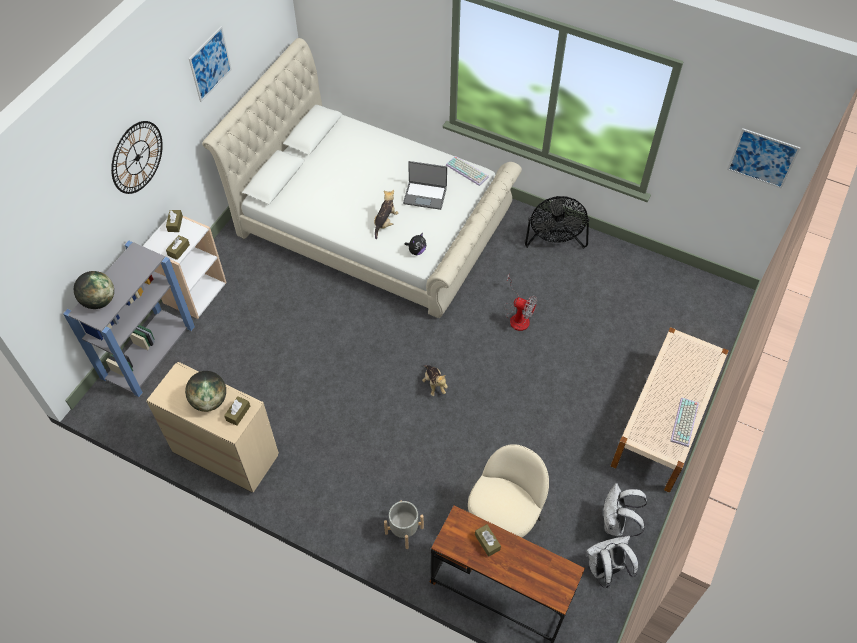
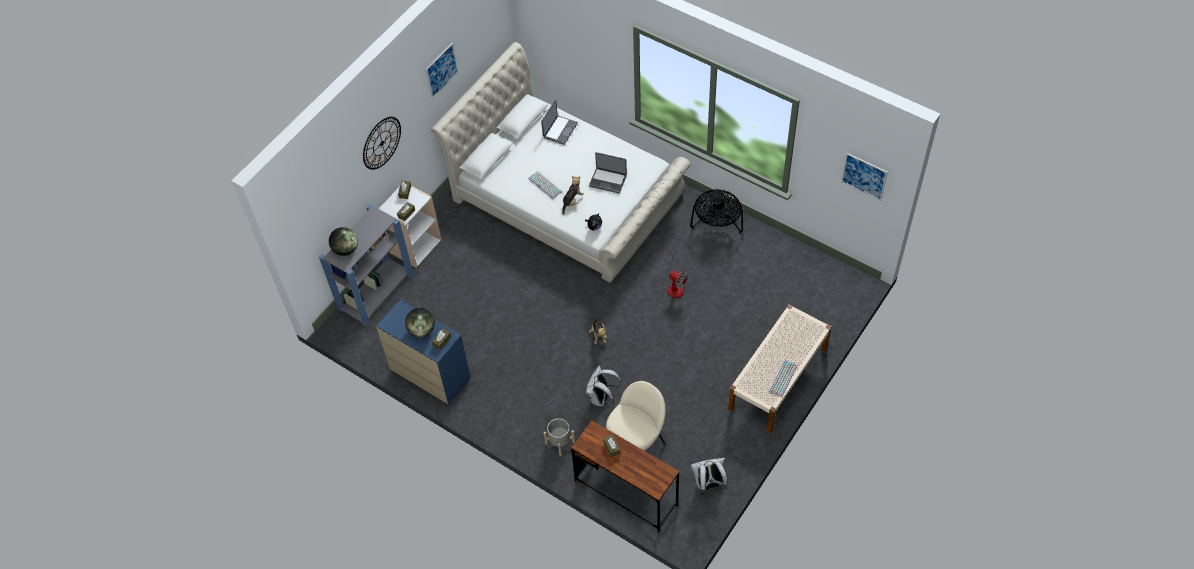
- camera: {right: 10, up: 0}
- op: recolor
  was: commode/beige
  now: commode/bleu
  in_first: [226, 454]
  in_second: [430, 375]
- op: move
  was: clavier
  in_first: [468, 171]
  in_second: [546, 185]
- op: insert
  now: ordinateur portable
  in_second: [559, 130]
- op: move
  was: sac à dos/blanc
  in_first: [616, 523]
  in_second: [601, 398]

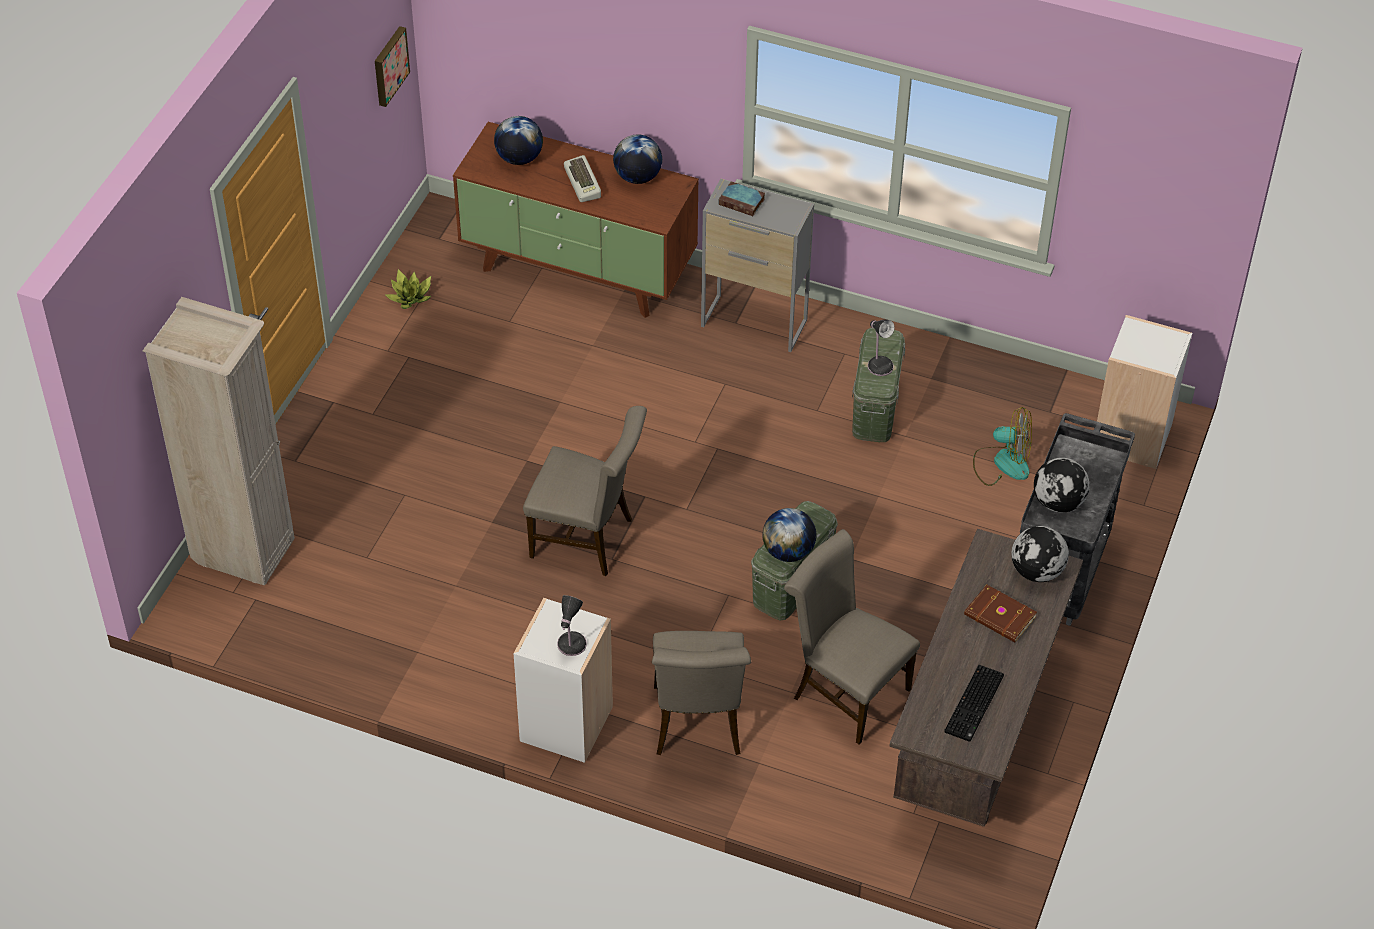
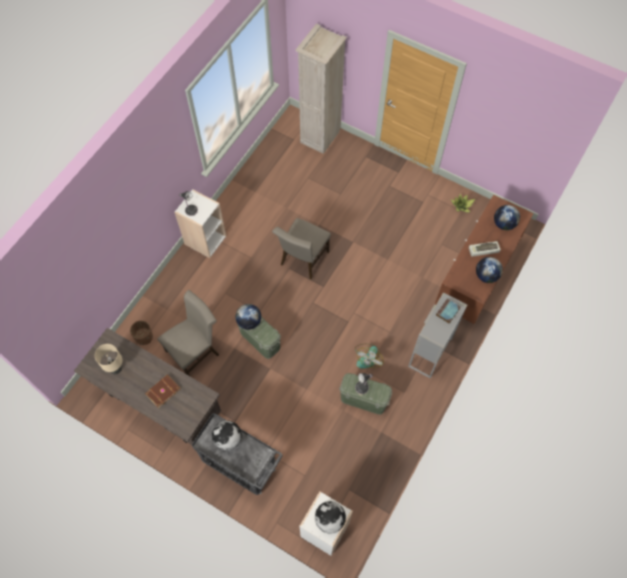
- camera: {right: 100, up: 15}
- op: replace
  was: clavier
  now: lampe de table/beige
  in_first: [975, 705]
  in_second: [115, 368]
- op: insert
  now: cache-pot/marron
  in_second: [144, 337]
- op: move
  was: globe
  in_first: [1036, 572]
  in_second: [329, 519]
- op: move
  was: ventilateur
  in_first: [1002, 463]
  in_second: [368, 357]
- op: delete
  was: tableau
  in_first: [389, 65]
- op: delete
  was: chaise/beige
  in_first: [698, 725]

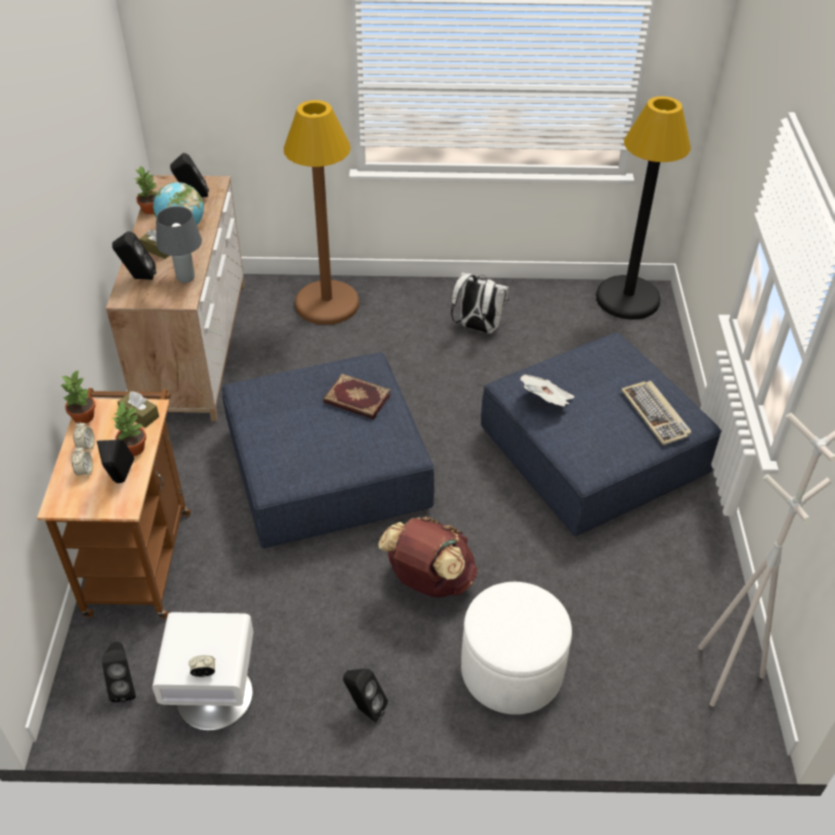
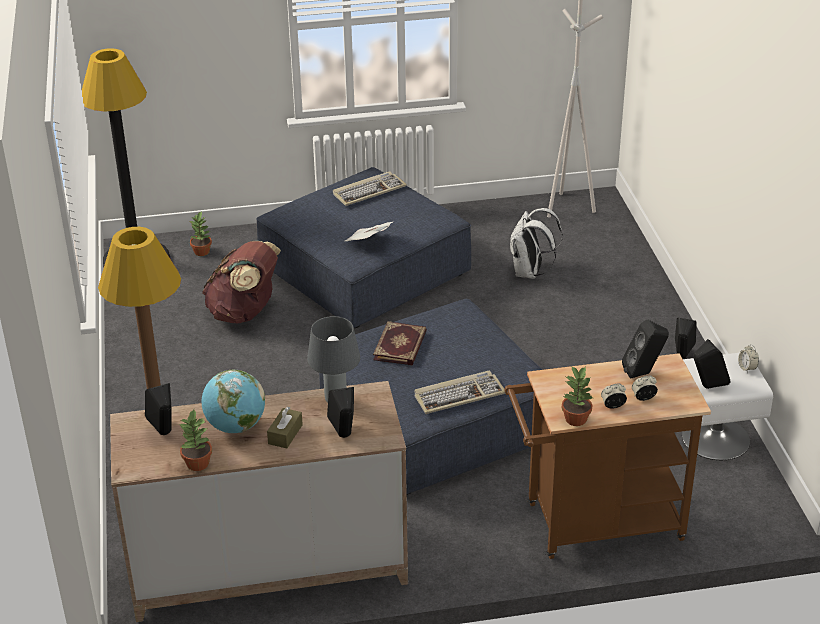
- camera: {right: -100, up: -10}
- op: move
  was: plante en pot
  in_first: [133, 449]
  in_second: [202, 252]
- op: move
  was: sac à dos/marron
  in_first: [429, 581]
  in_second: [244, 313]
- op: insert
  now: clavier
  in_second: [459, 395]
- op: move
  was: sac à dos/blanc
  in_first: [477, 327]
  in_second: [530, 272]
- op: move
  was: enceinte/noir
  in_first: [125, 686]
  in_second: [707, 387]
- op: delete
  was: boîte à mouchoirs/marron
  in_first: [139, 414]
- op: delete
  was: pouf/blanc
  in_first: [511, 670]

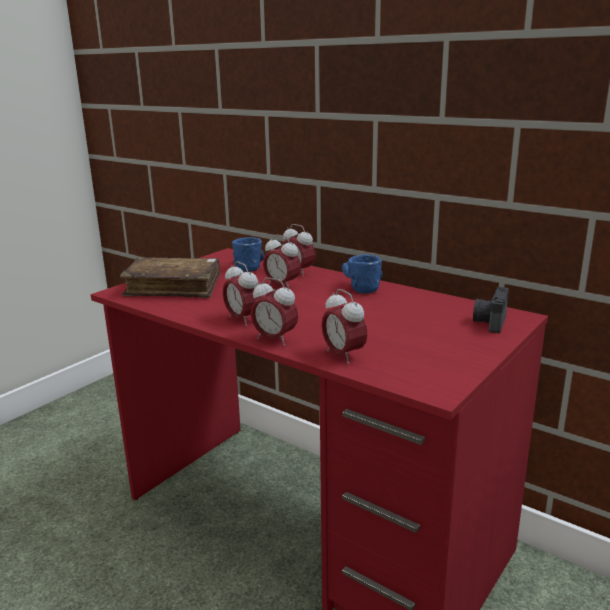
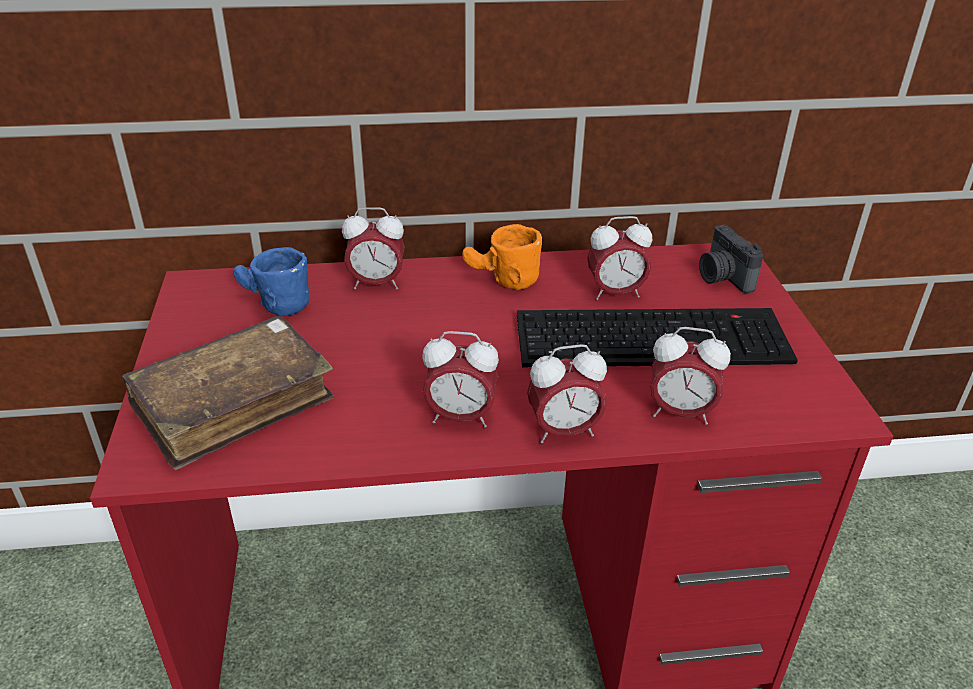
- camera: {right: -45, up: 15}
- op: recolor
  was: mug/bleu
  now: mug/orange
  in_first: [357, 287]
  in_second: [500, 280]
- op: insert
  now: clavier
  in_second: [654, 337]
- op: move
  was: réveil
  in_first: [282, 286]
  in_second: [615, 293]

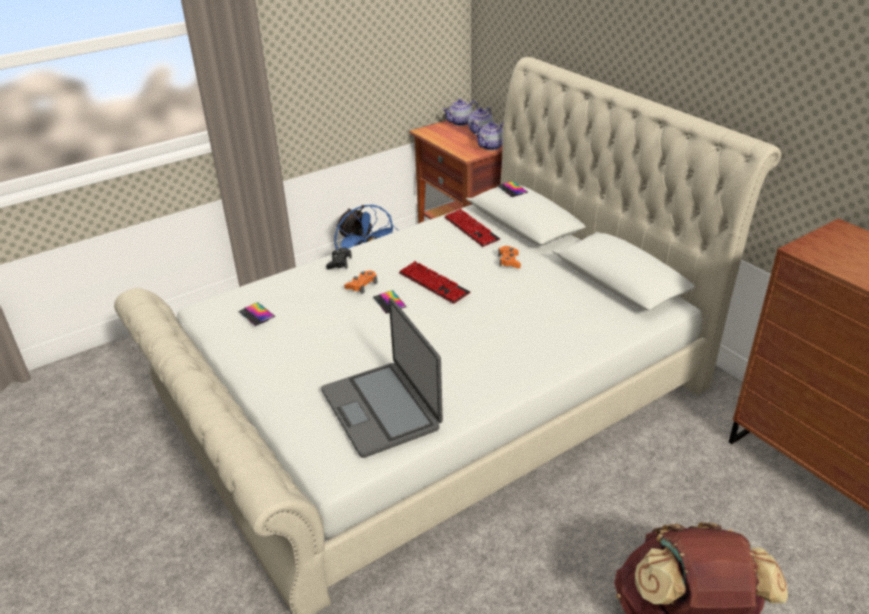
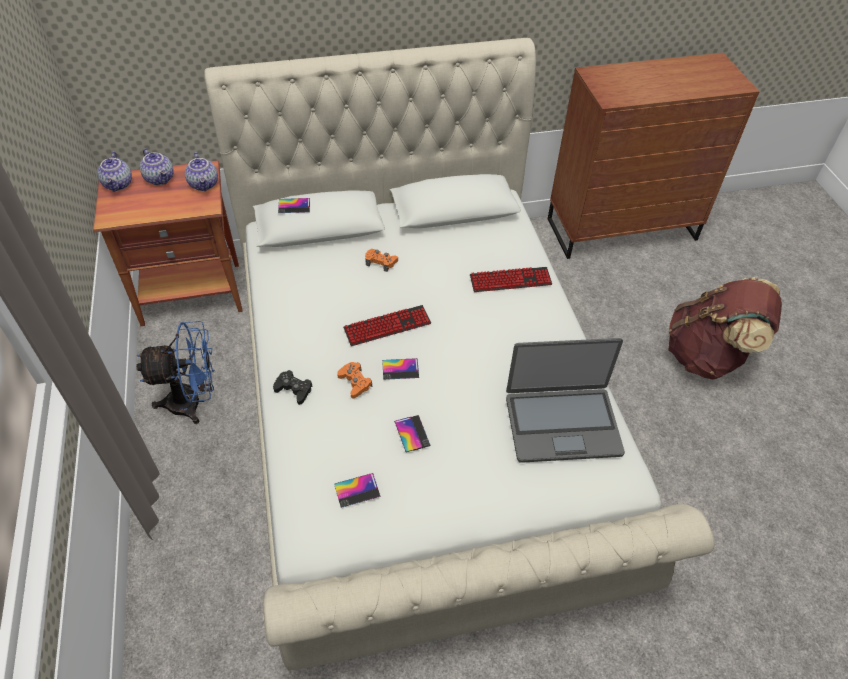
- camera: {right: -70, up: 15}
- op: insert
  now: téléphone
  in_second: [412, 433]
- op: move
  was: clavier
  in_first: [471, 229]
  in_second: [510, 280]

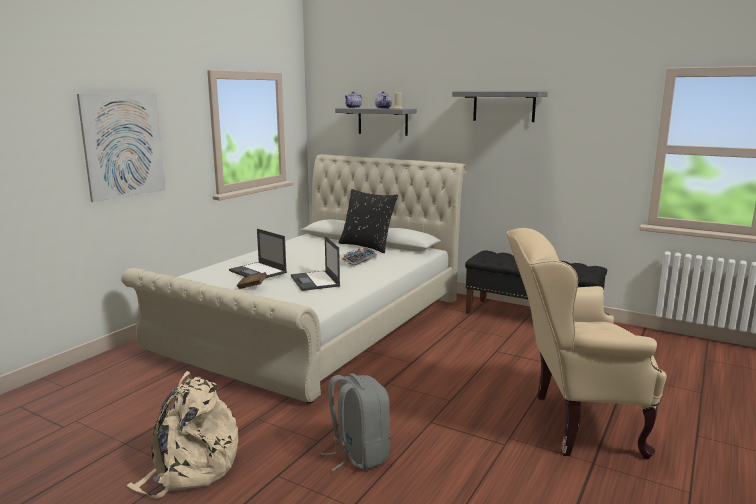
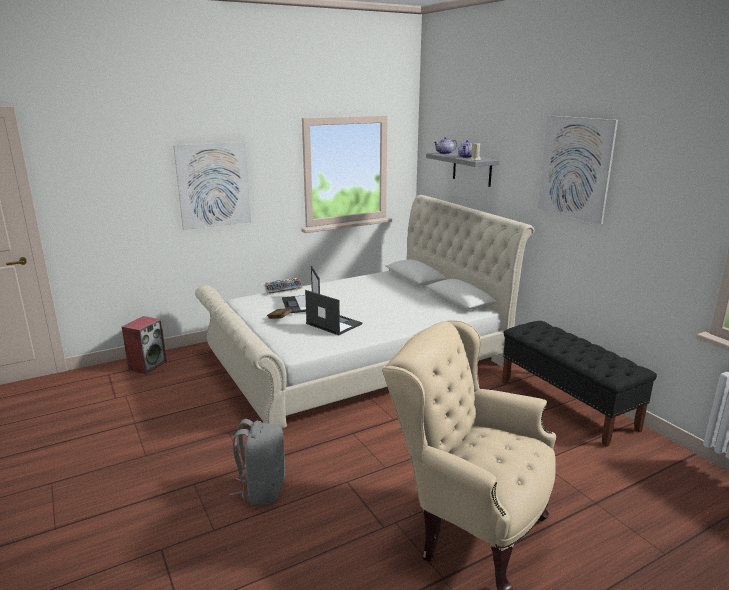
- camera: {right: 30, up: 5}
- op: insert
  now: enceinte
  in_second: [147, 365]
- op: move
  was: clavier
  in_first: [358, 260]
  in_second: [283, 289]
- op: rotate
  was: ordinateur portable
  in_first: [315, 281]
  in_second: [333, 324]
  clockwise: 120
- op: replace
  was: étagère/gris
  now: tableau
  in_first: [504, 106]
  in_second: [575, 168]
- op: delete
  was: sac à dos/beige
  in_first: [190, 468]
- op: delete
  was: coussin/noir
  in_first: [367, 246]

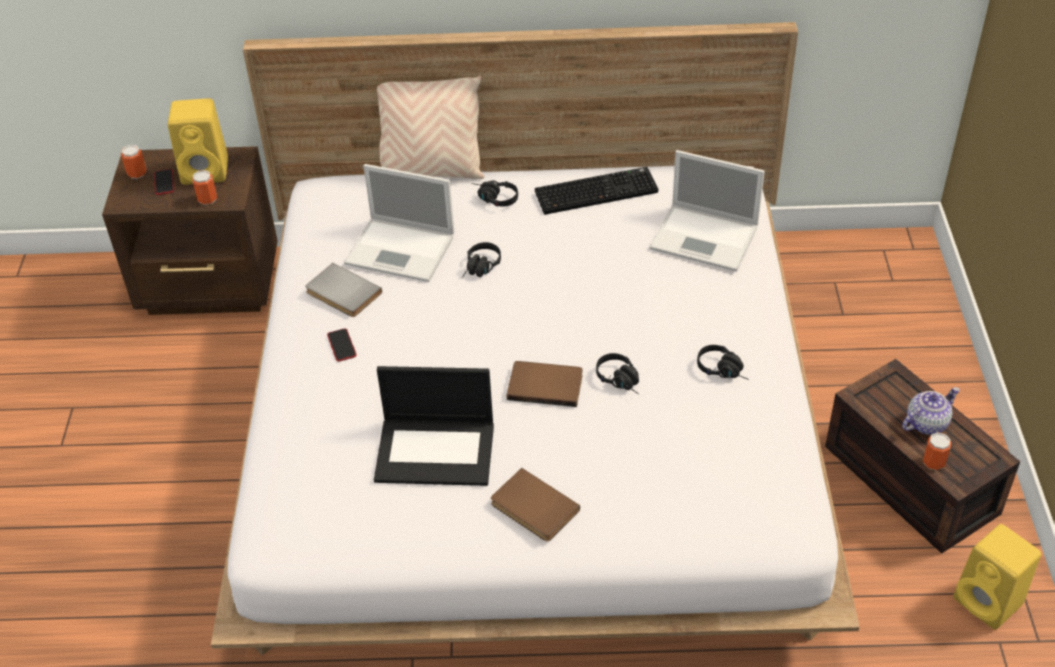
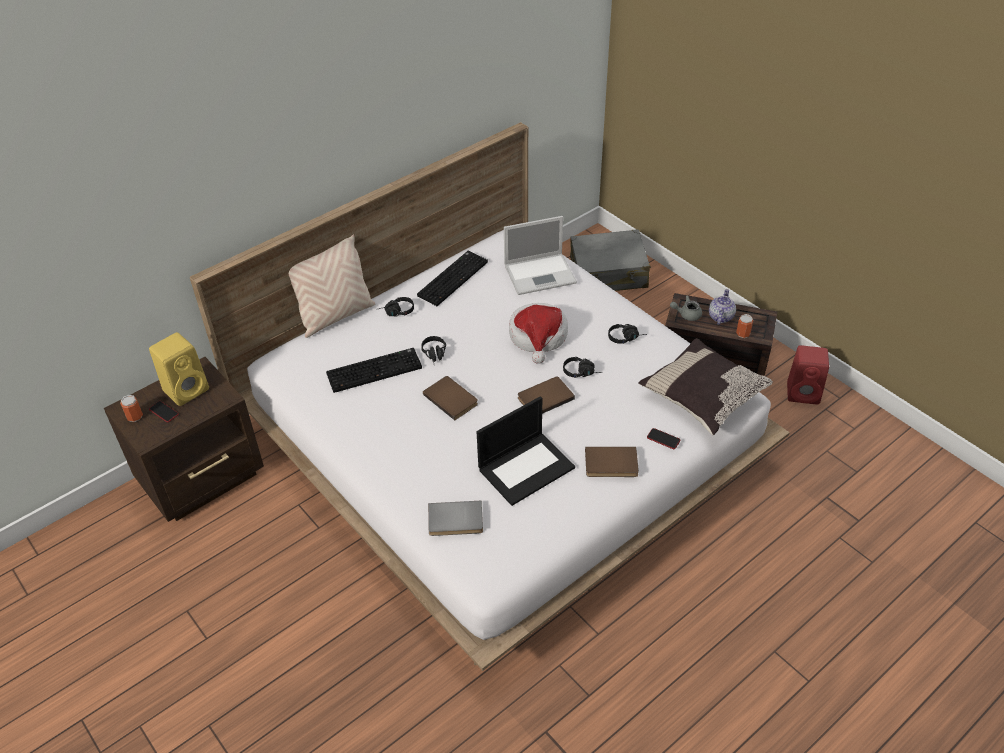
- camera: {right: -40, up: 0}
- op: replace
  was: ordinateur portable
  now: clavier
  in_first: [402, 250]
  in_second: [375, 370]
- op: insert
  now: livre/marron
  in_second: [452, 398]
- op: move
  was: livre/gris
  in_first: [342, 294]
  in_second: [455, 521]
- op: insert
  now: chapeau
  in_second: [538, 337]
- op: insert
  now: valise/gris
  in_second: [608, 273]
- op: insert
  now: coussin
  in_second: [703, 395]
- op: move
  was: téléphone
  in_first: [341, 345]
  in_second: [663, 439]
- op: insert
  now: théière/gris
  in_second: [686, 314]
- op: recolor
  was: enceinte/jaune
  now: enceinte/rouge
  in_first: [990, 602]
  in_second: [804, 393]
- op: delete
  was: boîte métallique
  in_first: [207, 199]

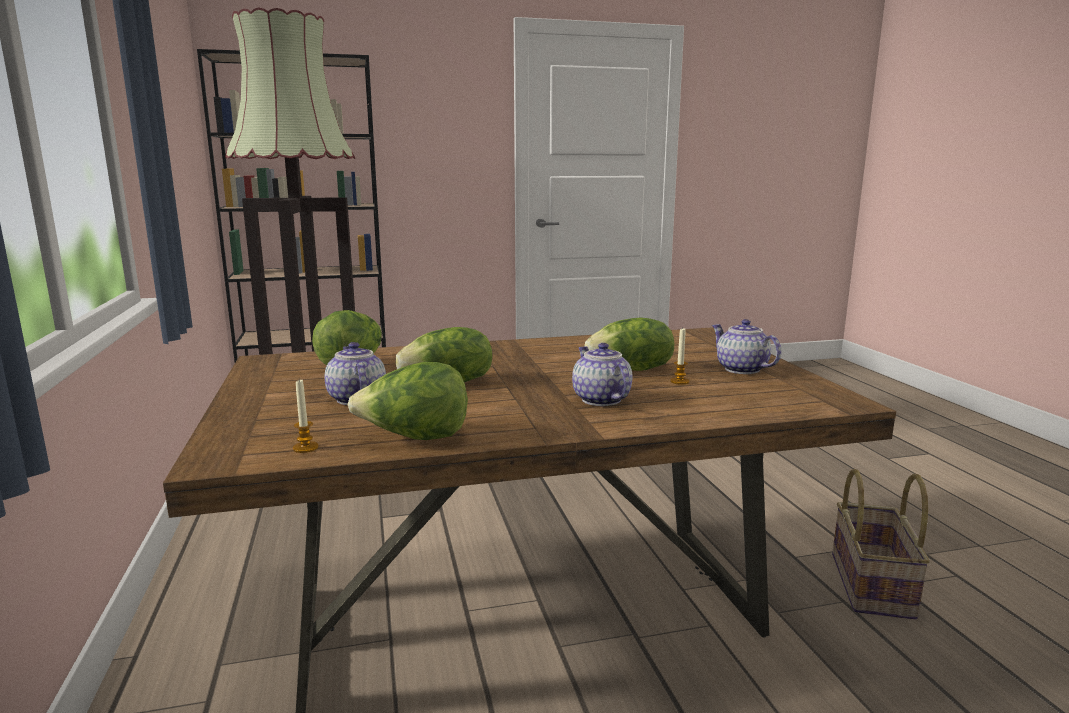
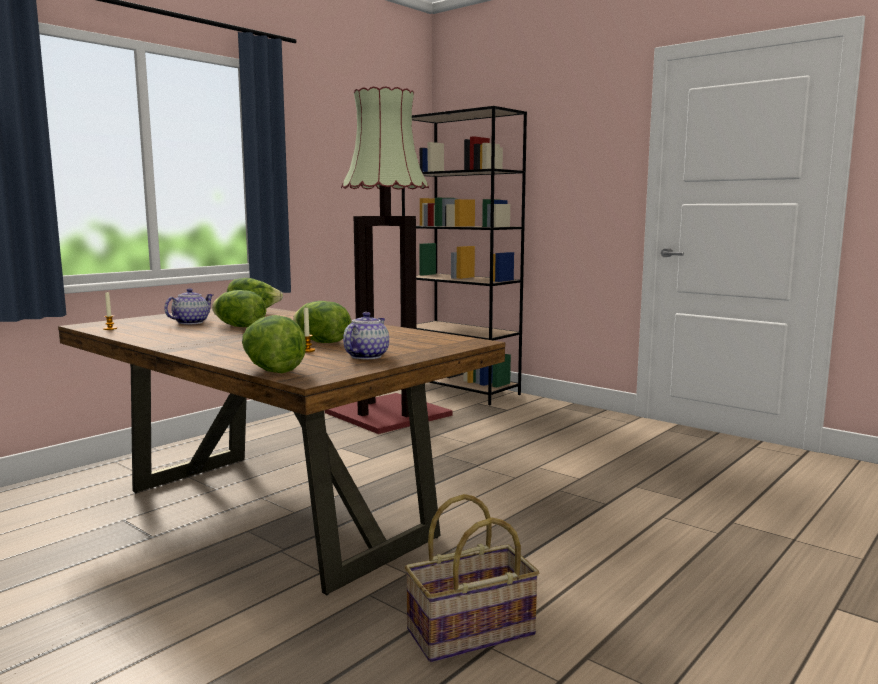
- camera: {right: 55, up: -5}
- op: move
  was: laitue
  in_first: [415, 438]
  in_second: [272, 370]
- op: delete
  was: théière
  in_first: [599, 400]

